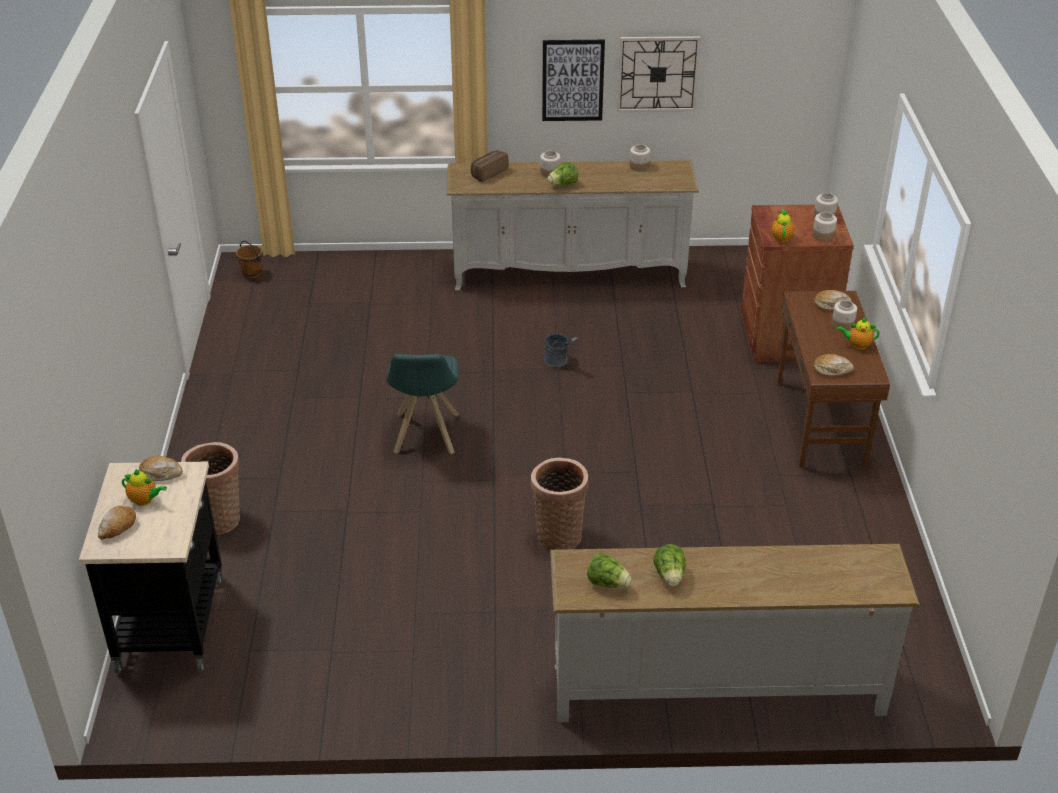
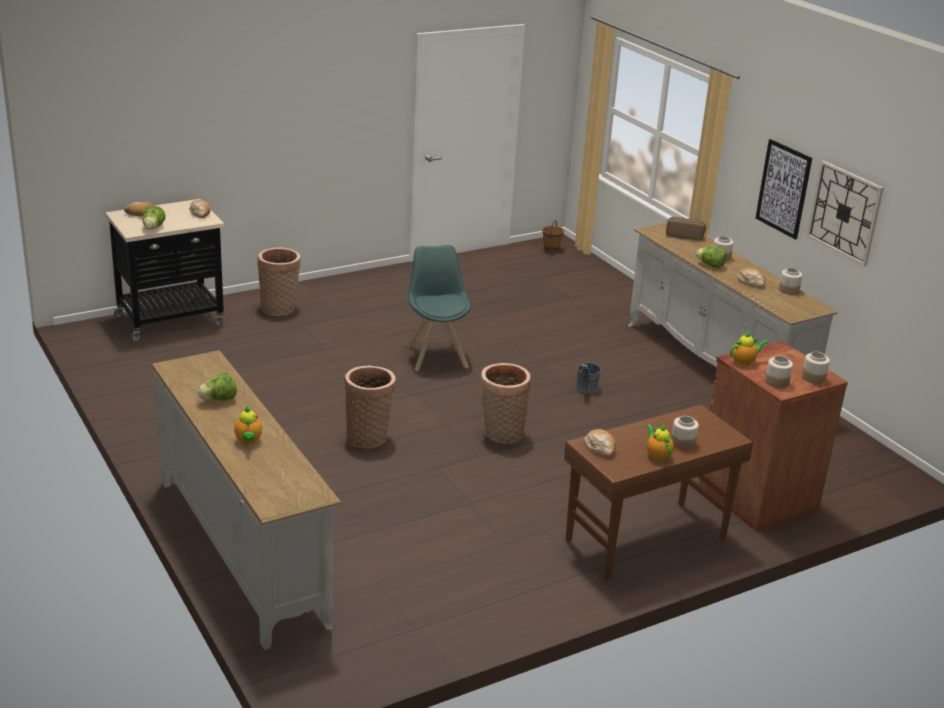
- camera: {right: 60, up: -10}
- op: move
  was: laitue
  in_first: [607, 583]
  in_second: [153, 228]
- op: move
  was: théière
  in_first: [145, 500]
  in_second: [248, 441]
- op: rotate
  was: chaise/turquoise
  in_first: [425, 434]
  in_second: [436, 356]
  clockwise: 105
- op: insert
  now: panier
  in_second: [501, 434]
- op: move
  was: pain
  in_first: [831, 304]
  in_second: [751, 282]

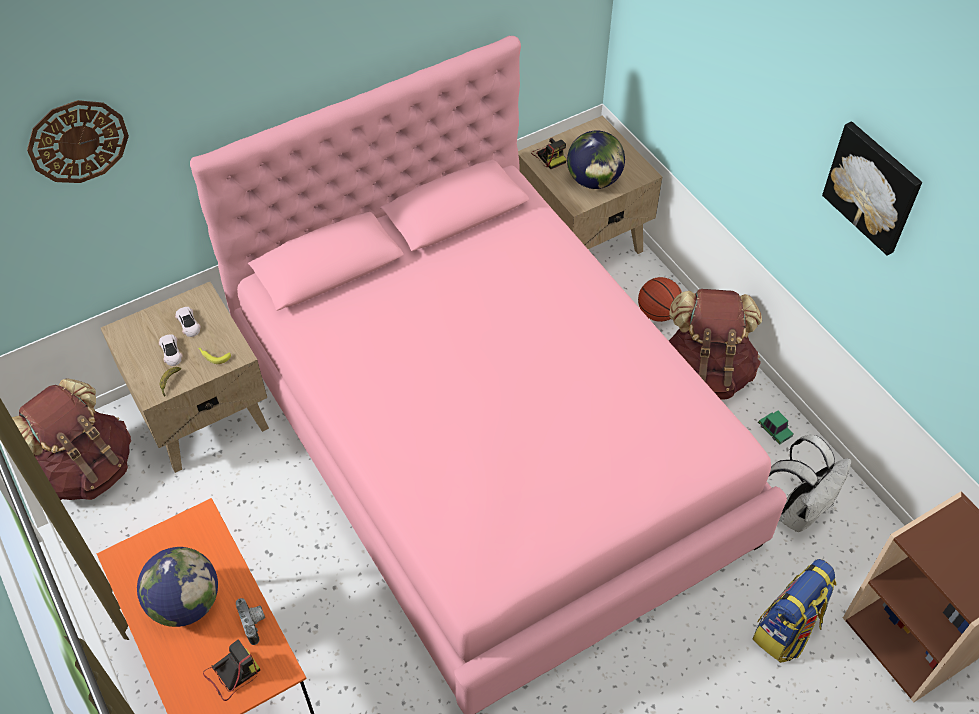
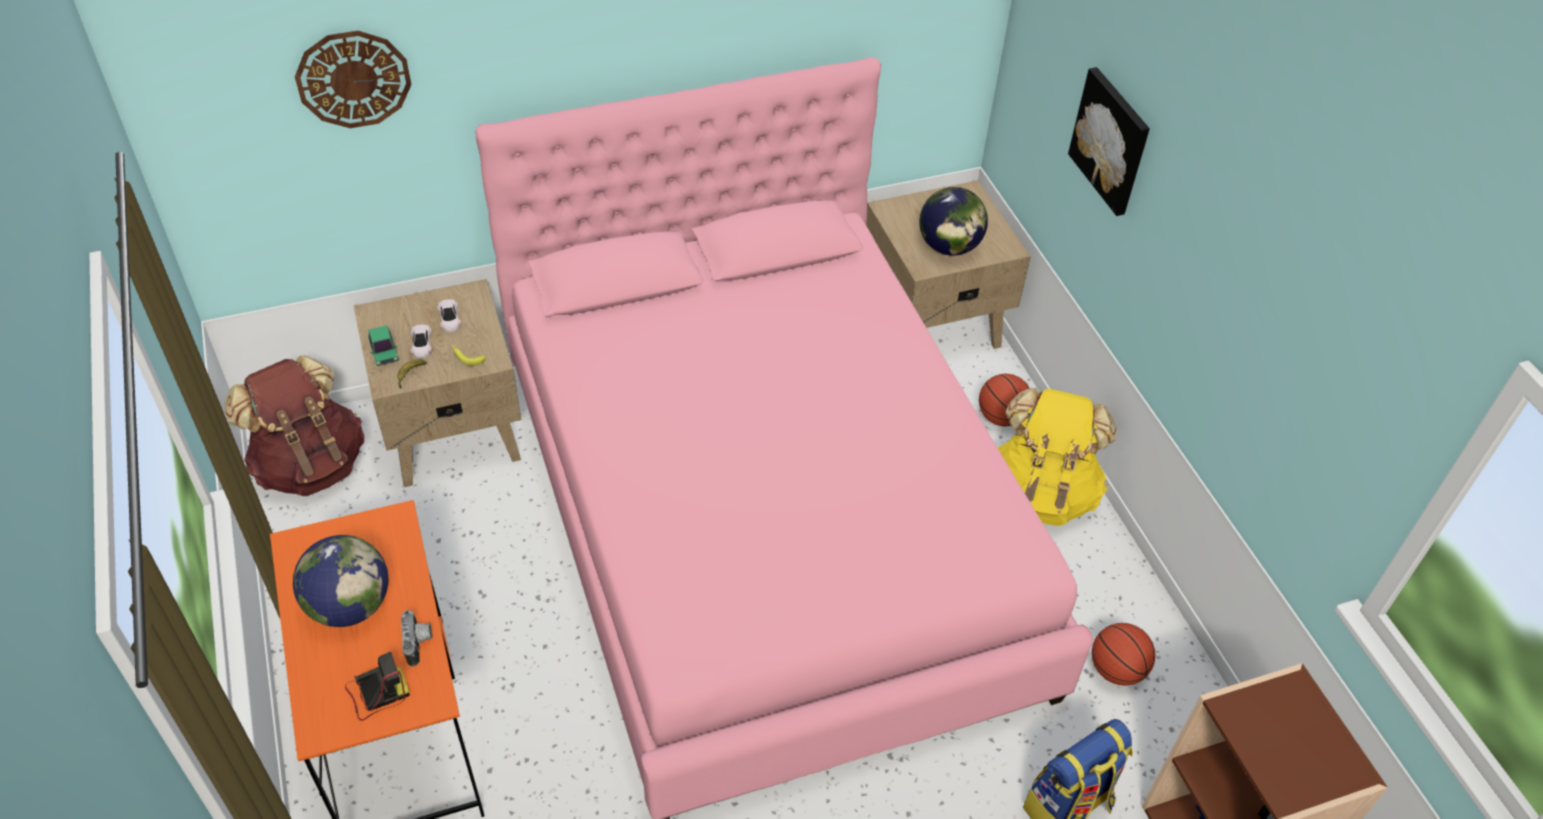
- camera: {right: 10, up: -5}
- op: move
  was: petite voiture
  in_first: [774, 430]
  in_second: [384, 352]
- op: recolor
  was: sac à dos/marron
  now: sac à dos/jaune
  in_first: [705, 373]
  in_second: [1041, 493]
- op: move
  was: tableau
  in_first: [873, 187]
  in_second: [1112, 140]
- op: replace
  was: sac à dos/blanc
  now: ballon de basket
  in_first: [798, 510]
  in_second: [1116, 670]
- op: delete
  was: appareil photo
  in_first: [549, 156]

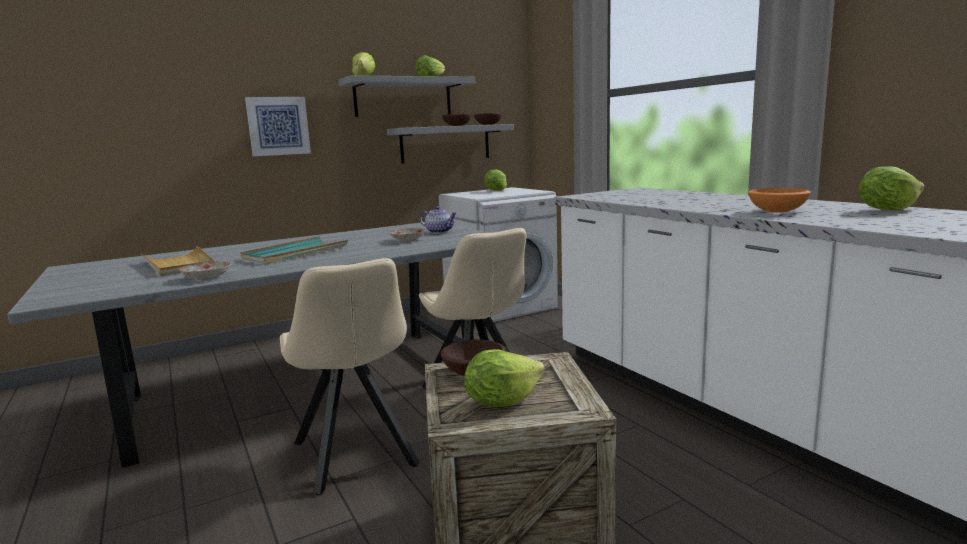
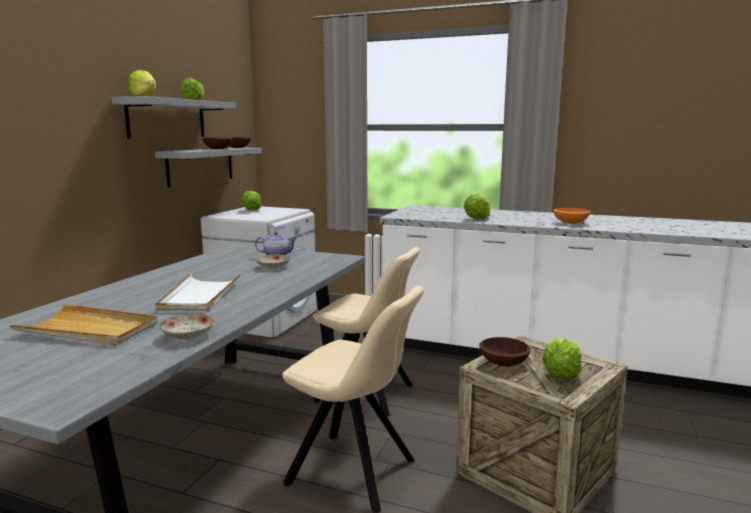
- camera: {right: -40, up: 0}
- op: recolor
  was: plateau/turquoise
  now: plateau/blanc
  in_first: [295, 254]
  in_second: [200, 296]
- op: move
  was: laitue
  in_first: [887, 209]
  in_second: [477, 218]
- op: delete
  was: tableau
  in_first: [278, 126]

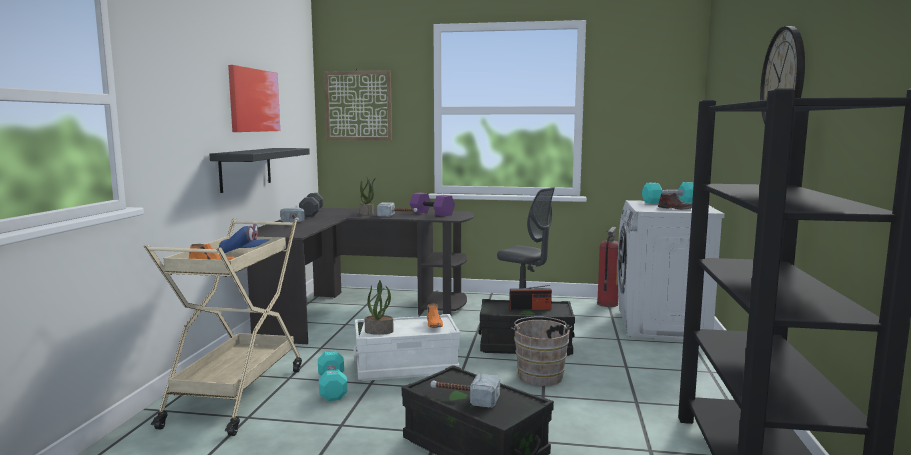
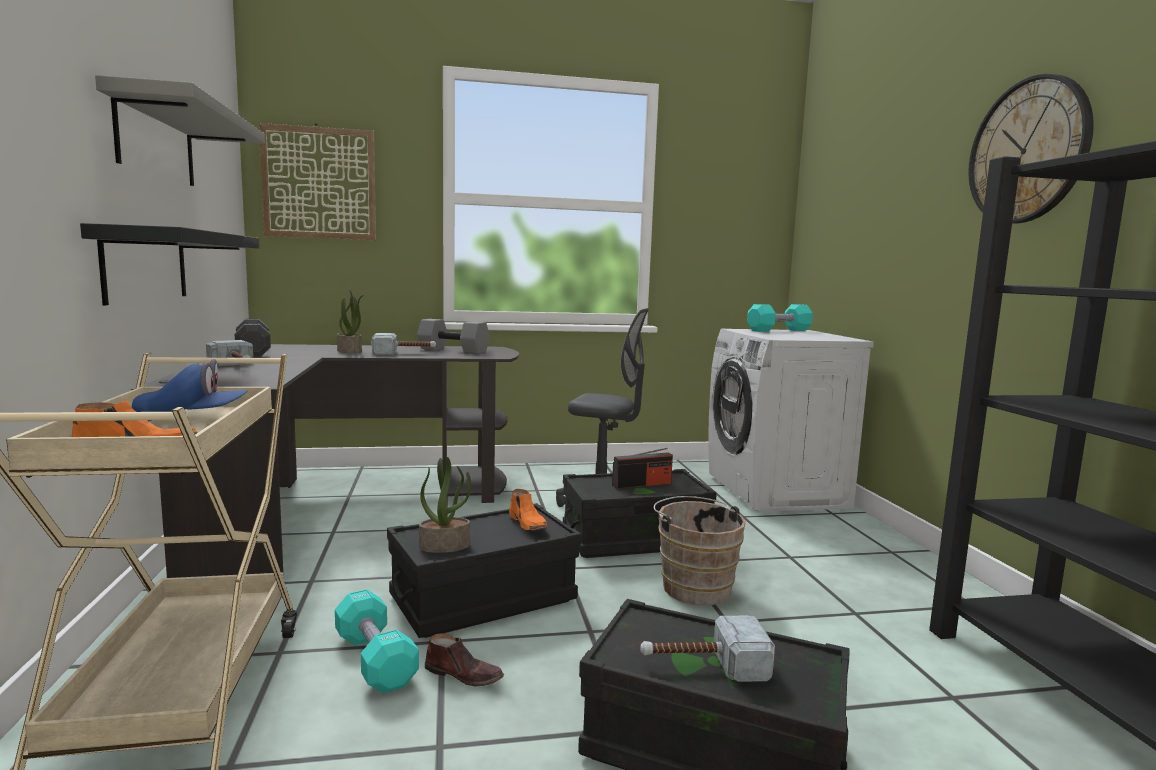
- camera: {right: -20, up: 0}
- op: replace
  was: tableau
  now: étagère/gris
  in_first: [254, 100]
  in_second: [156, 141]
- op: recolor
  was: boîte de rangement/blanc
  now: boîte de rangement/noir
  in_first: [406, 367]
  in_second: [483, 599]
- op: recolor
  was: haltère/violet
  now: haltère/gris
  in_first: [431, 213]
  in_second: [452, 350]
- op: move
  was: chaussure/marron
  in_first: [676, 209]
  in_second: [464, 675]
- op: delete
  was: extincteur
  in_first: [607, 304]

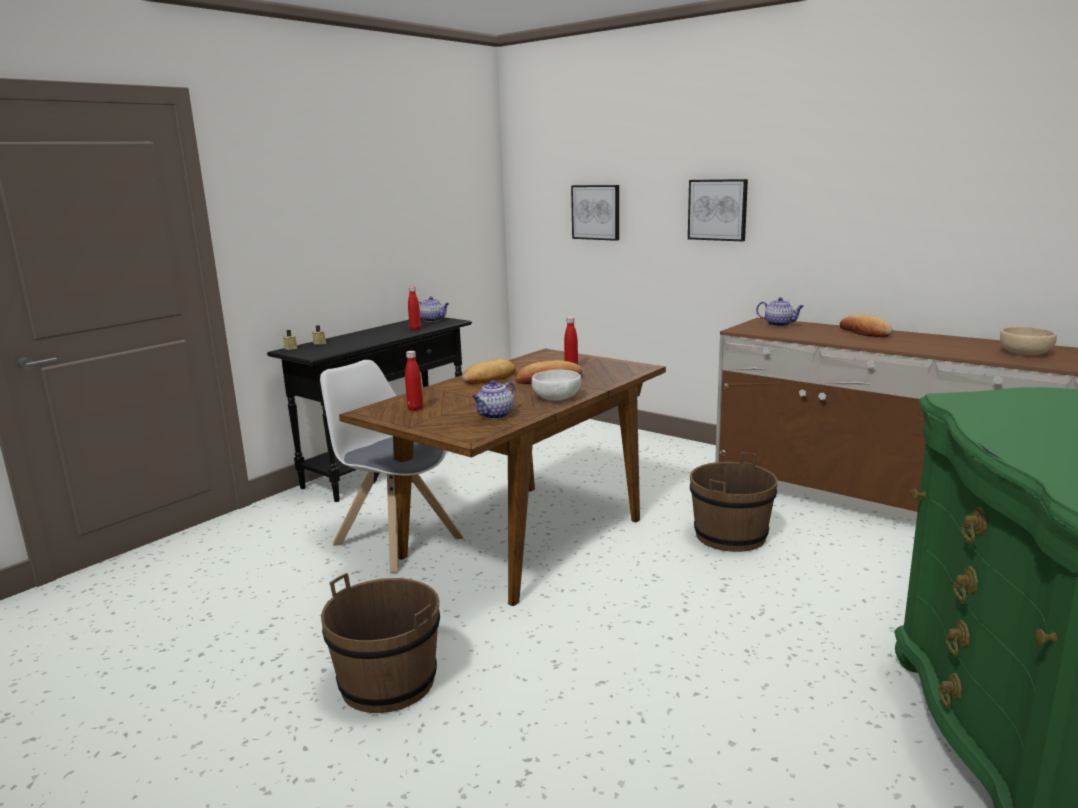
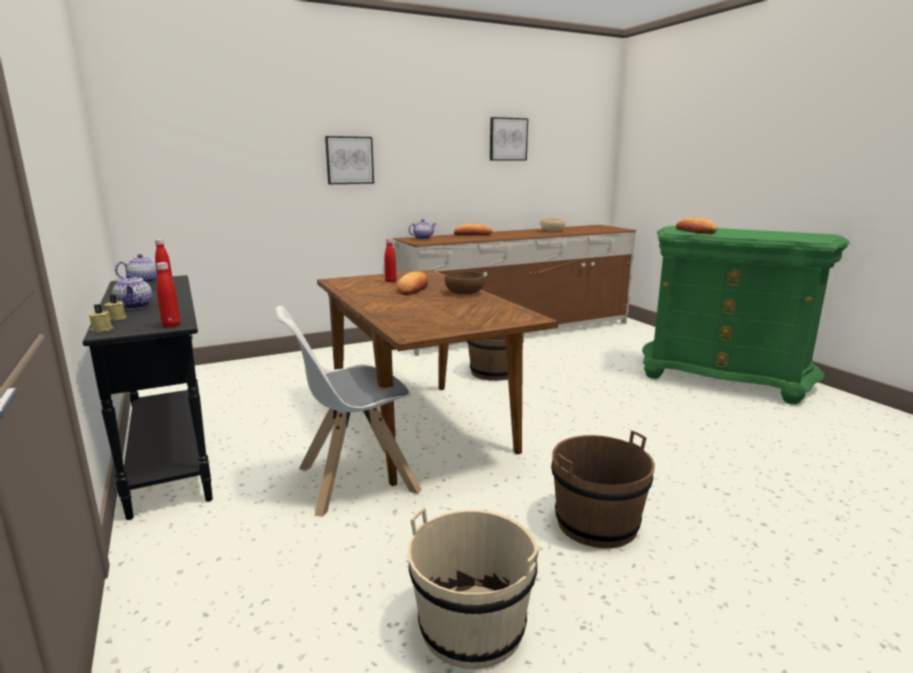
- camera: {right: -65, up: 0}
- op: move
  was: théière
  in_first: [495, 415]
  in_second: [135, 306]
- op: move
  was: bouteille/rouge
  in_first: [415, 408]
  in_second: [171, 325]
- op: insert
  now: seau/beige
  in_second: [472, 627]
- op: recolor
  was: bol/blanc
  now: bol/marron
  in_first: [557, 397]
  in_second: [464, 292]
- op: move
  was: tableau
  in_first: [596, 212]
  in_second: [508, 139]
- op: move
  was: pain
  in_first: [490, 377]
  in_second: [695, 231]

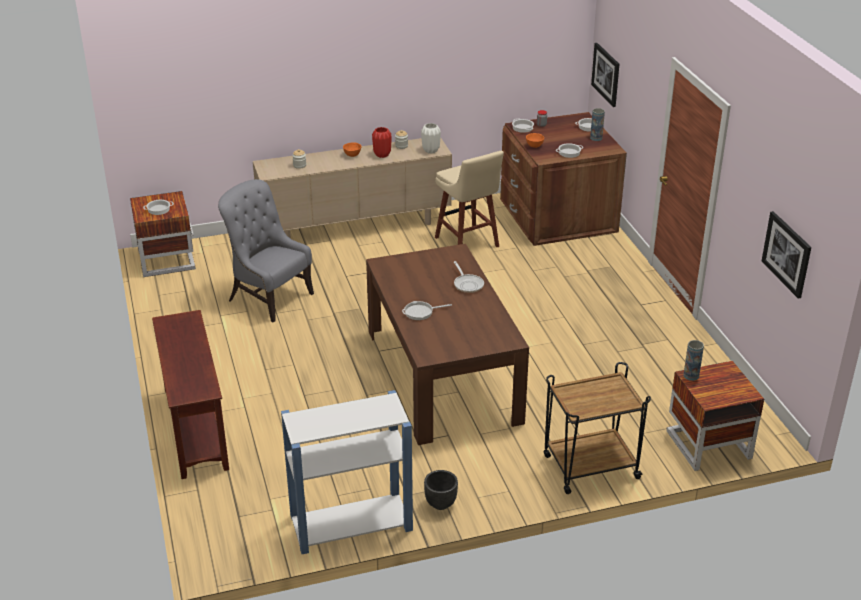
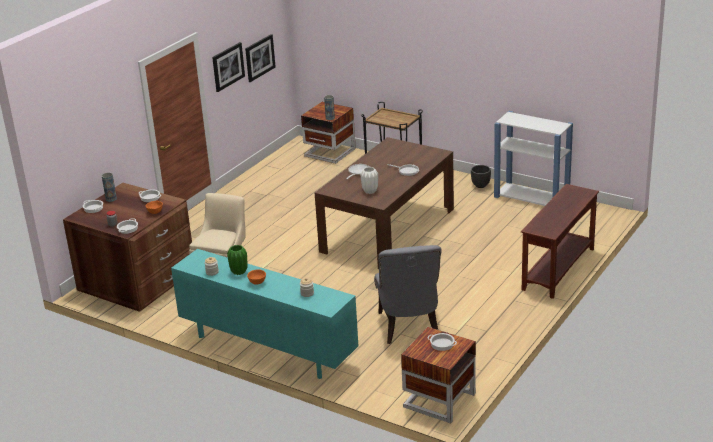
- camera: {right: -130, up: -5}
- op: recolor
  was: meuble de rangement/beige
  now: meuble de rangement/turquoise
  in_first: [355, 227]
  in_second: [267, 348]
- op: move
  was: tableau
  in_first: [606, 74]
  in_second: [228, 66]
- op: recolor
  was: vase/rouge
  now: vase/vert
  in_first: [382, 155]
  in_second: [238, 272]
- op: move
  was: vase/blanc
  in_first: [431, 150]
  in_second: [369, 191]

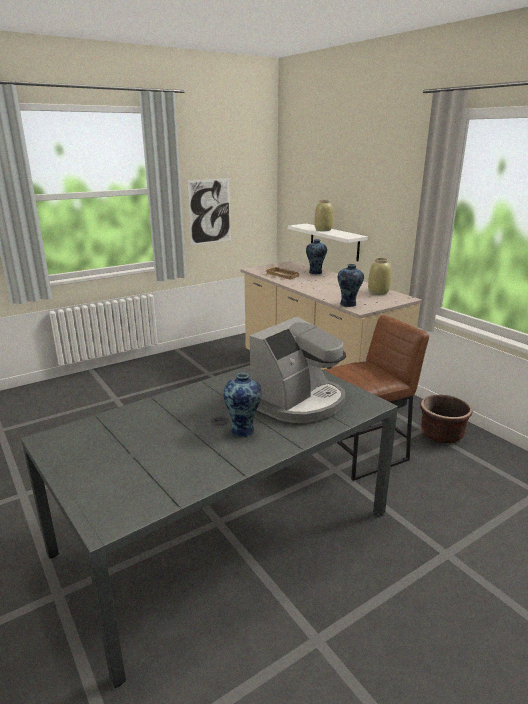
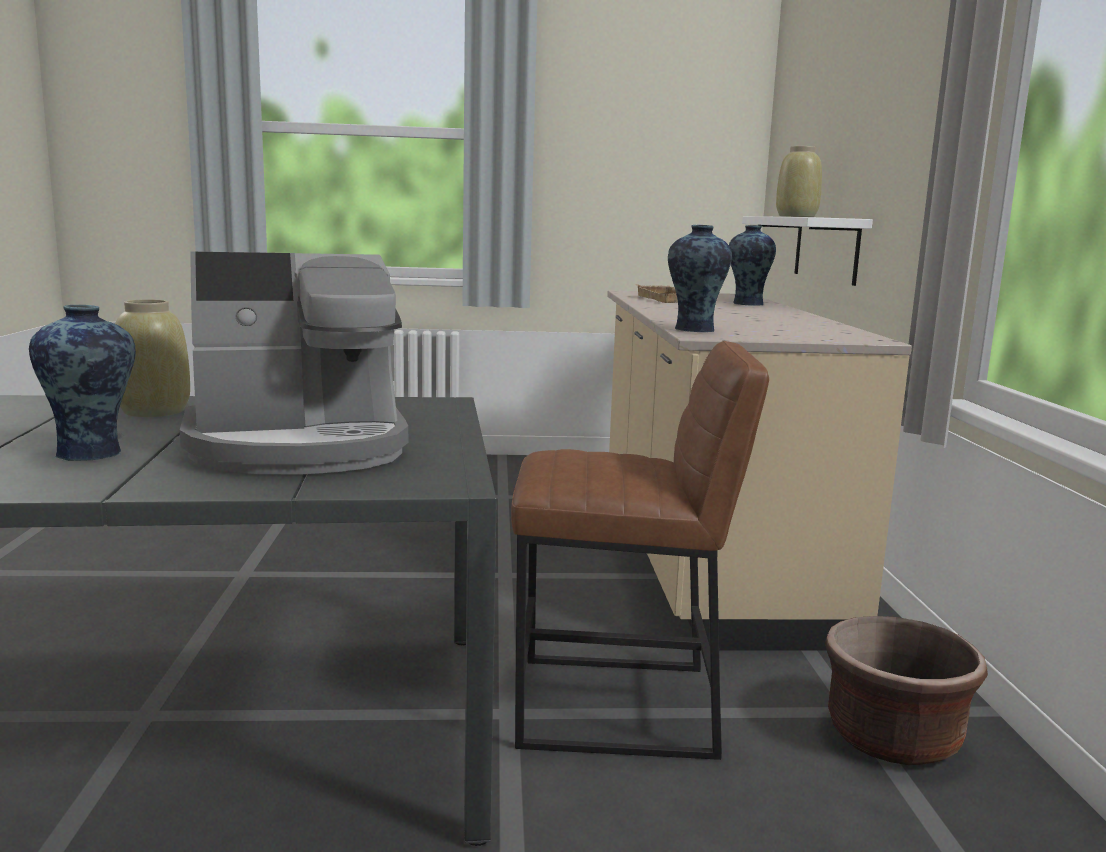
- camera: {right: 30, up: -10}
- op: move
  was: vase/beige
  in_first: [378, 292]
  in_second: [154, 411]
- op: delete
  was: tableau
  in_first: [210, 211]

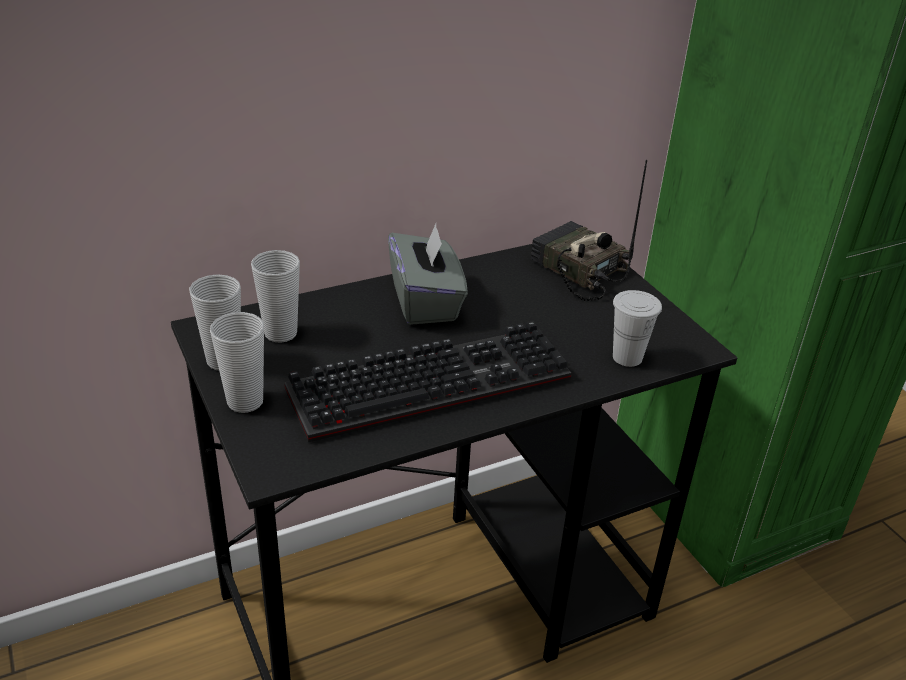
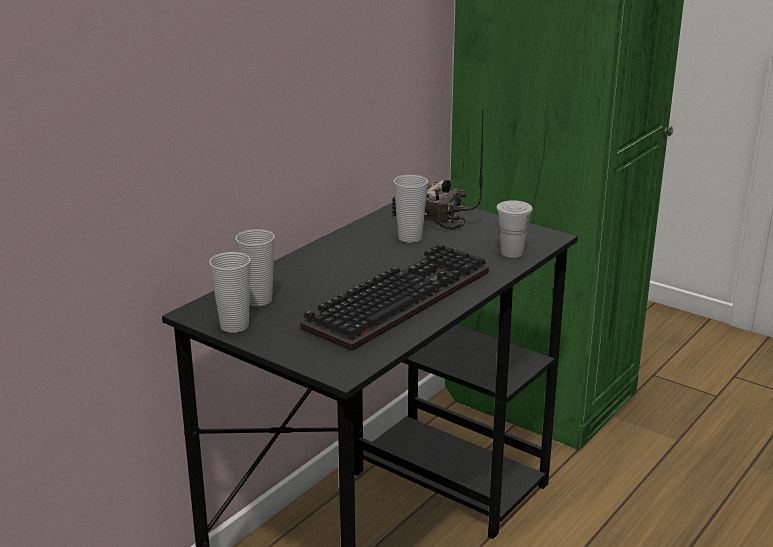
- camera: {right: -25, up: -10}
- op: move
  was: tasse
  in_first: [245, 402]
  in_second: [410, 238]
- op: delete
  was: boîte à mouchoirs/gris
  in_first: [425, 302]

